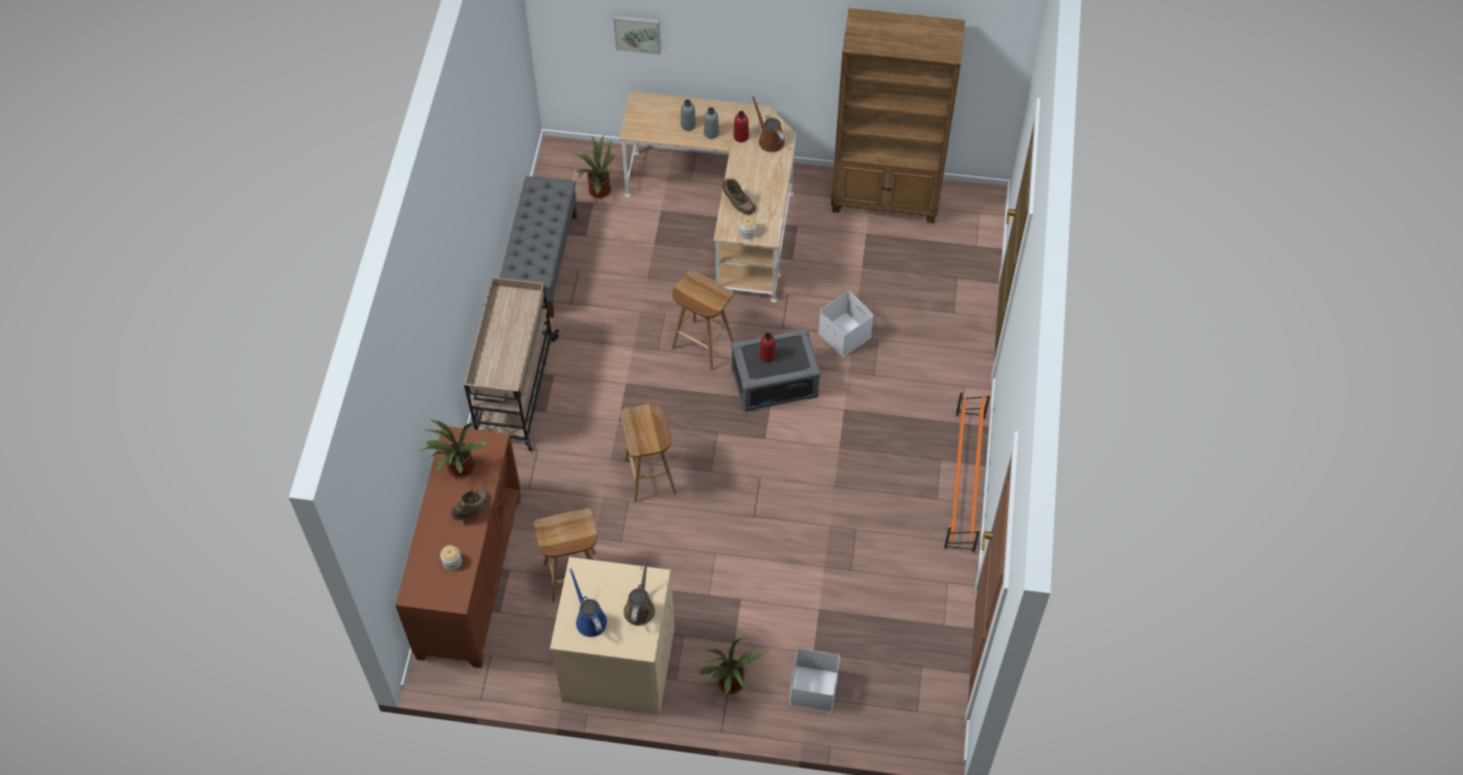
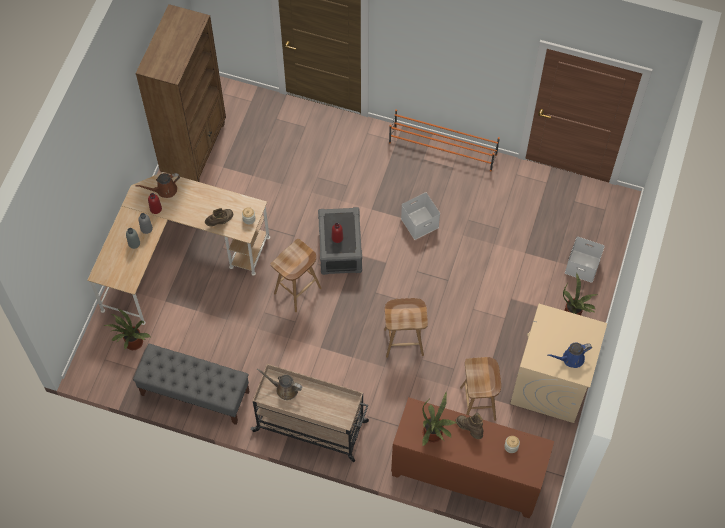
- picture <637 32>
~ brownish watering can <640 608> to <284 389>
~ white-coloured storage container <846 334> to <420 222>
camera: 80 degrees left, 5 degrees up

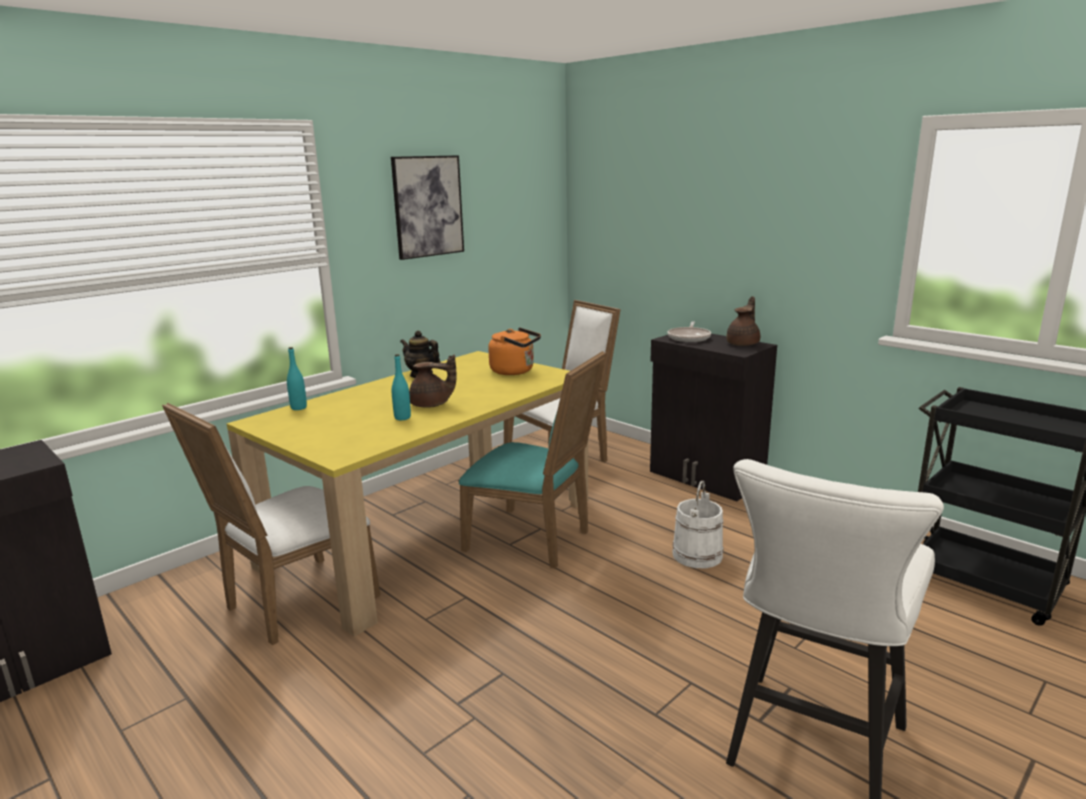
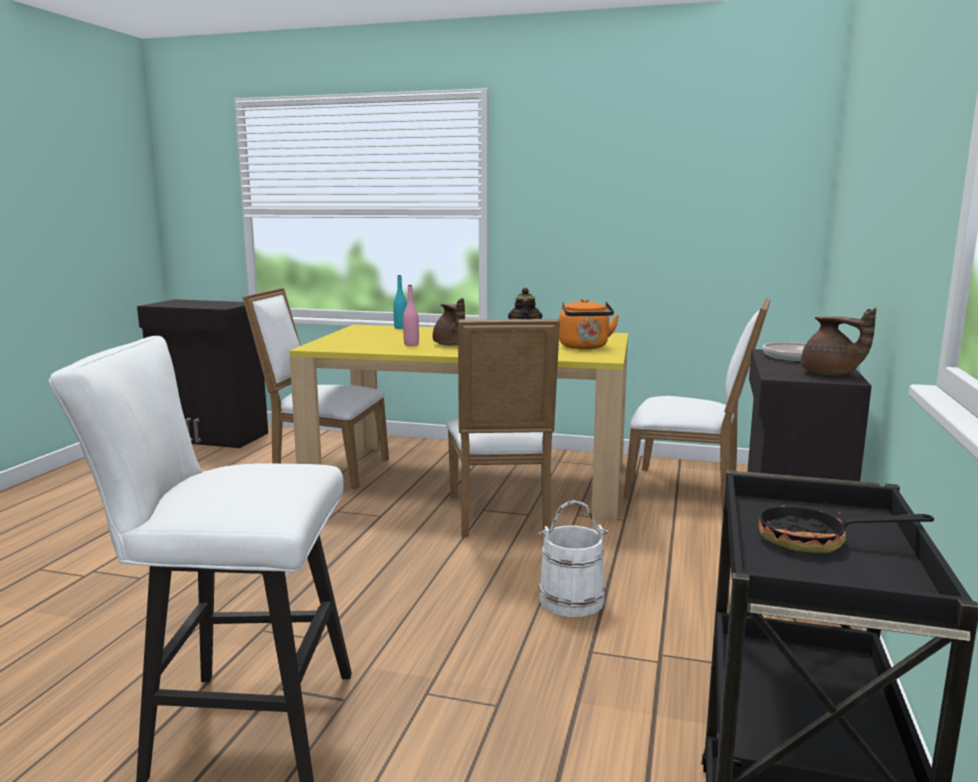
- picture <428 206>
~ turquoise-coloured beverage bottle <402 418> to pink-coloured beverage bottle <411 344>
~ turquoise-coloured upright chair <534 540> to white-coloured upright chair <502 517>
~ brownish tea pot <743 344> = <830 374> 45 degrees clockwise
+ frying pan <816 541>
camera: 60 degrees right, 5 degrees down

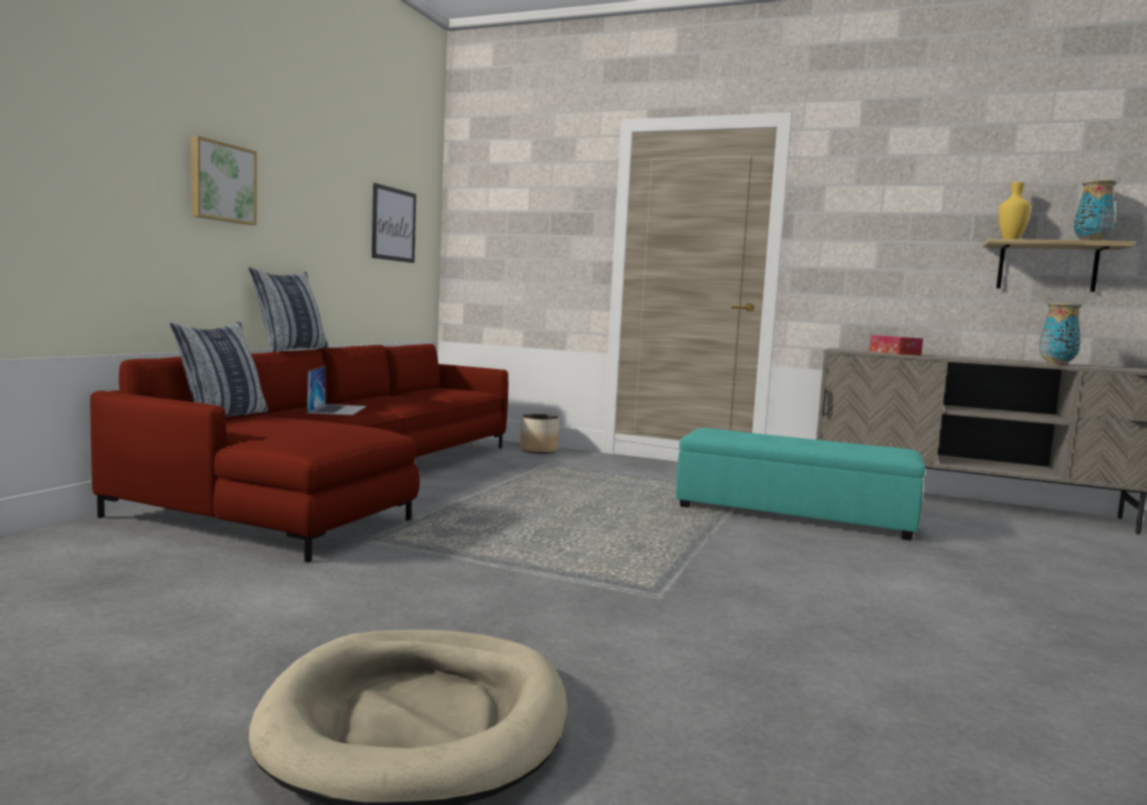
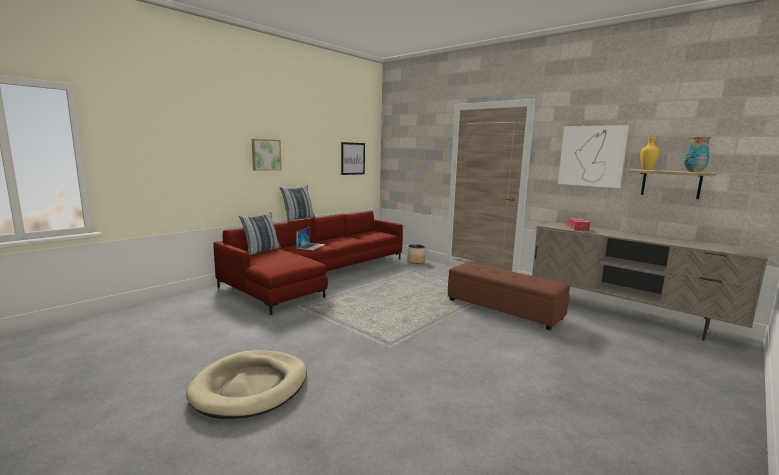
~ turquoise-coloured ottoman <793 514> to brownish ottoman <503 309>
- vase <1057 364>
+ picture <592 156>
camera: 20 degrees right, 5 degrees up

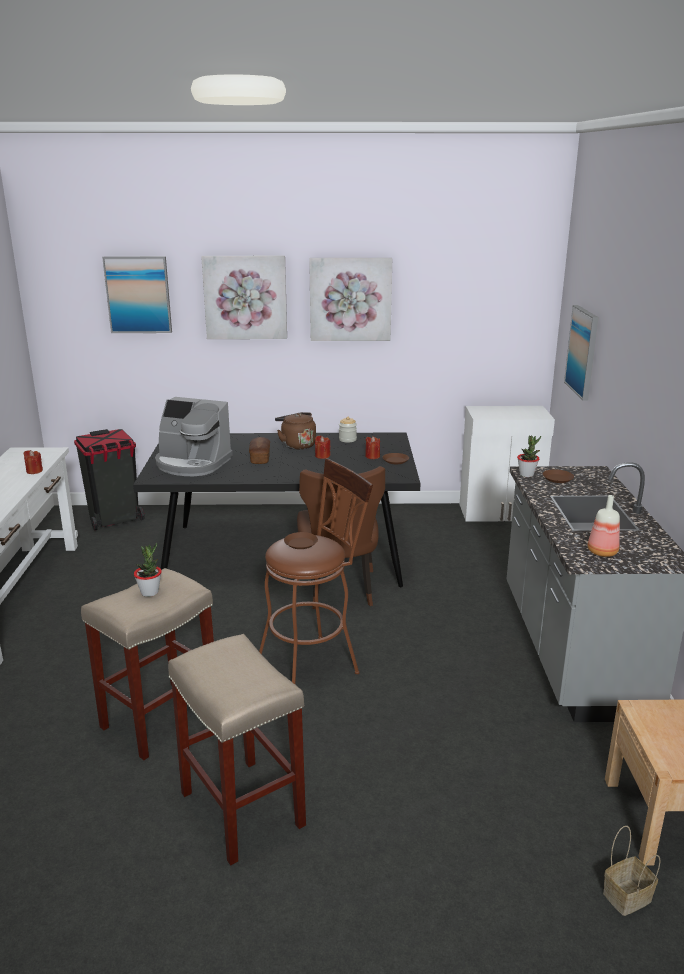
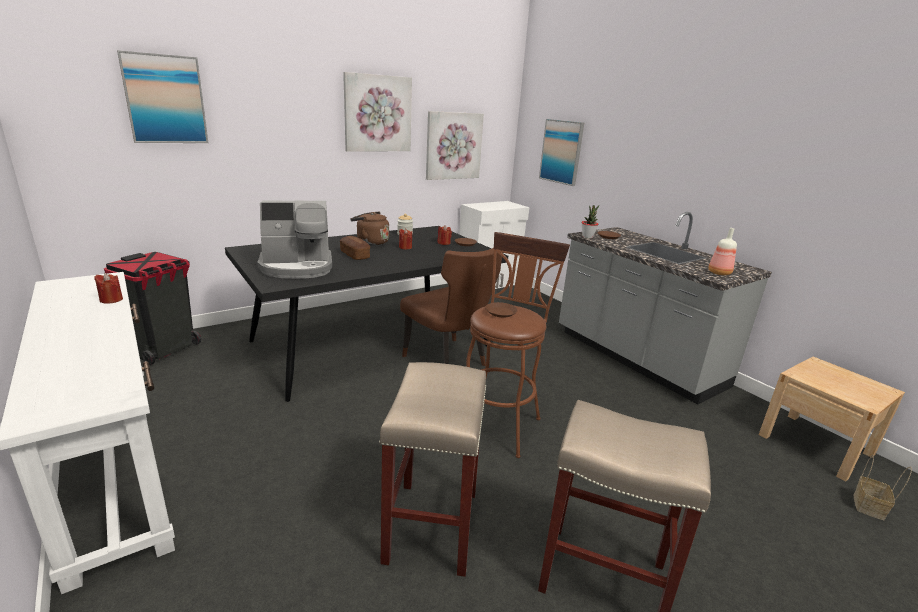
- houseplant <150 592>
~ picture <245 297> to <453 146>
camera: 35 degrees left, 0 degrees up

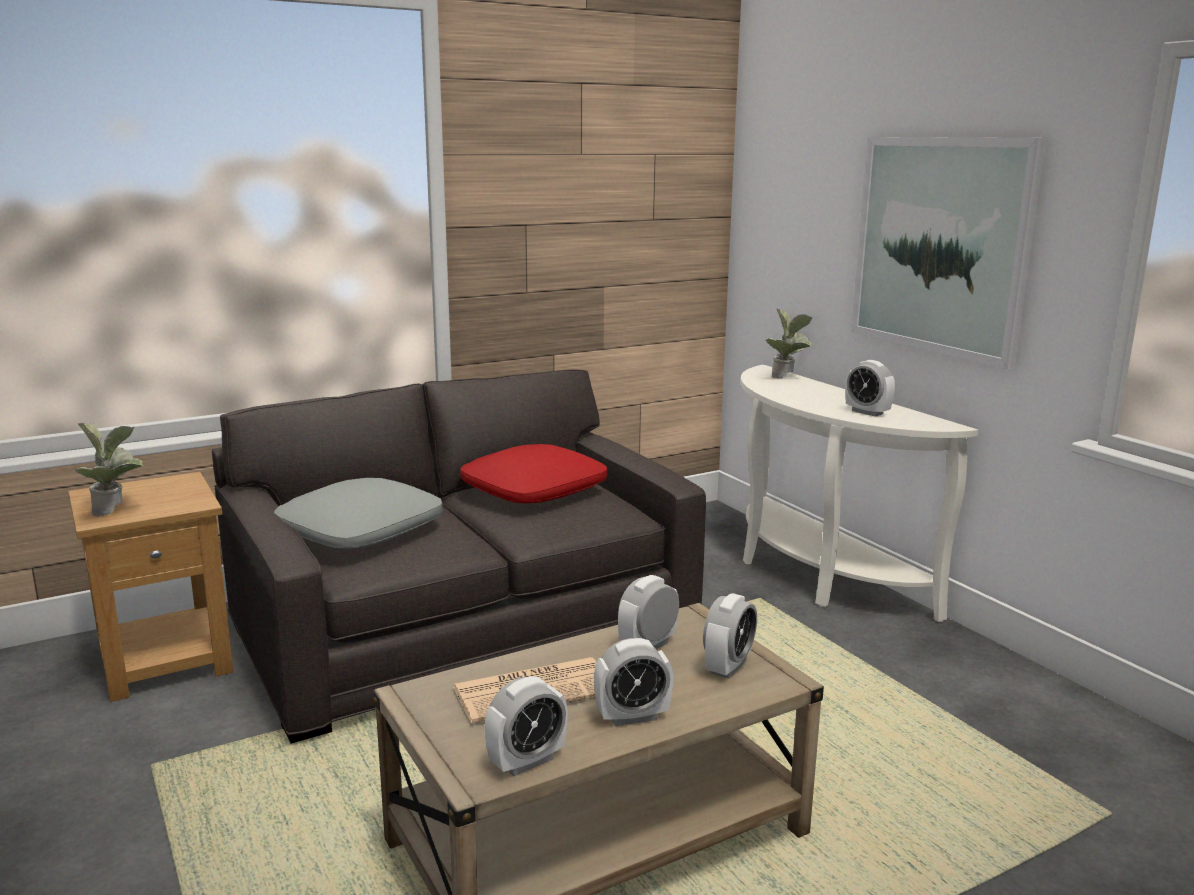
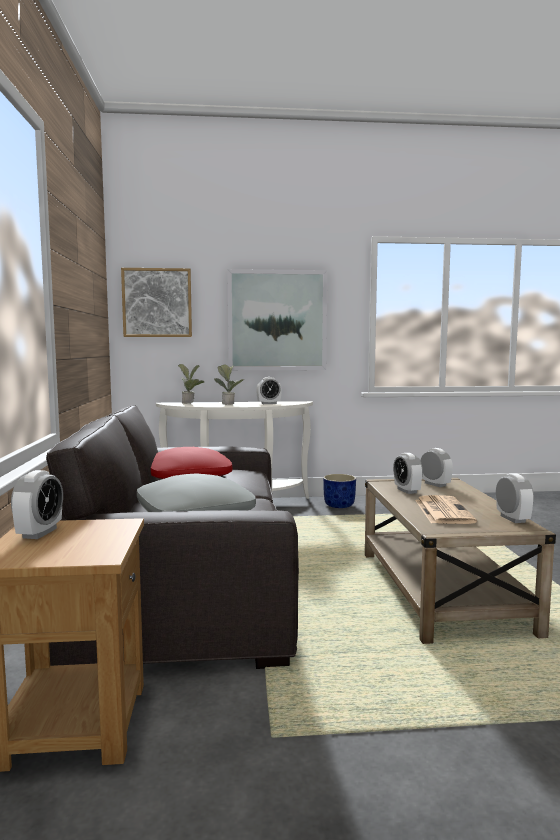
~ houseplant <116 511> to <229 404>
~ alarm clock <632 717> to <39 533>
+ picture <157 303>
+ blue plant pot <339 505>
camera: 65 degrees left, 10 degrees down

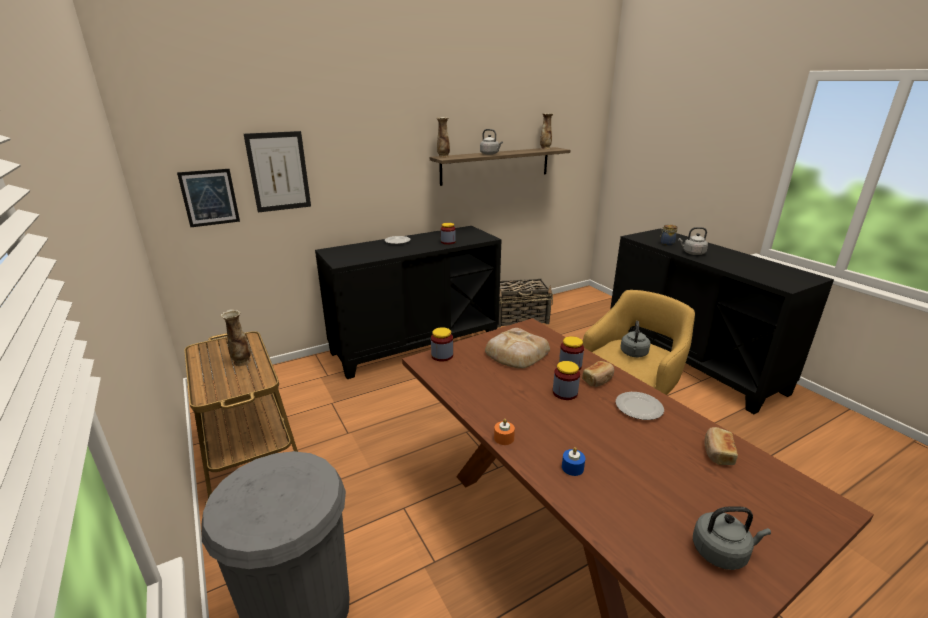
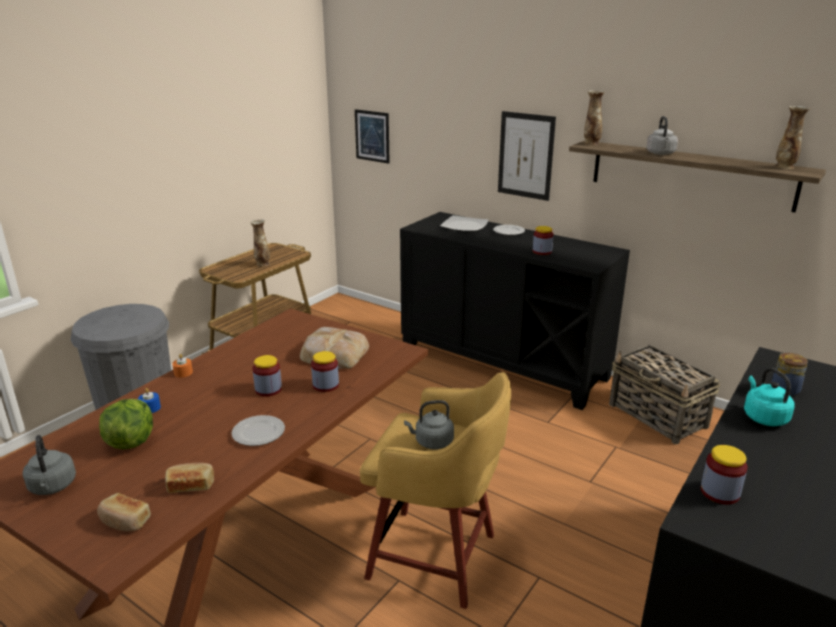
~ picture <279 171> to <525 155>
~ preserve jar <442 356> to <720 492>
~ baked bread <598 380> to <125 521>
~ gray kettle <692 253> to turquoise-coloured kettle <763 417>
+ lettuce head <130 441>
+ plate <465 226>
camera: 65 degrees right, 0 degrees up

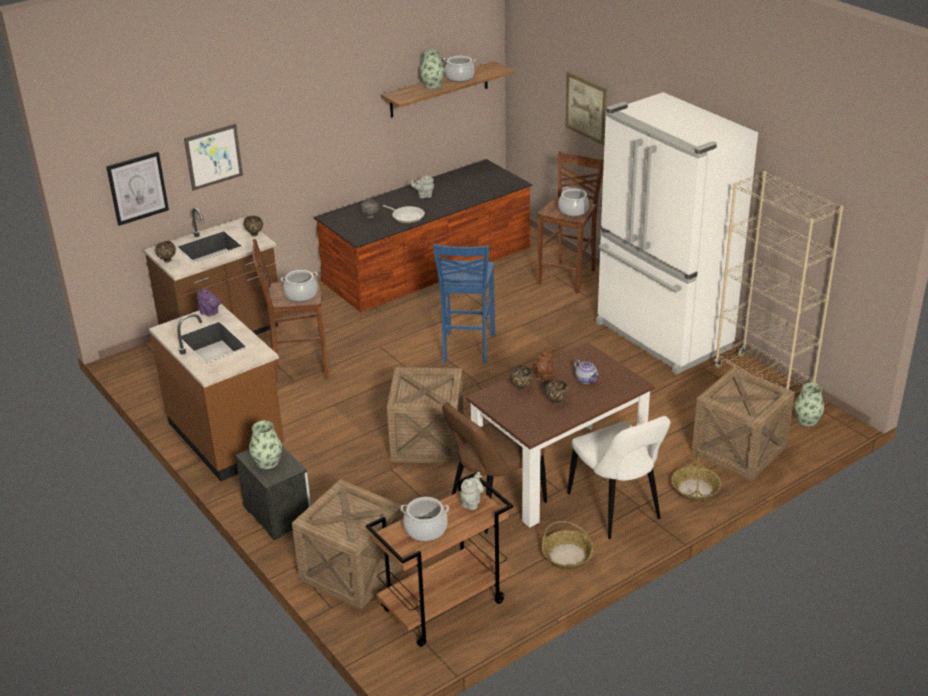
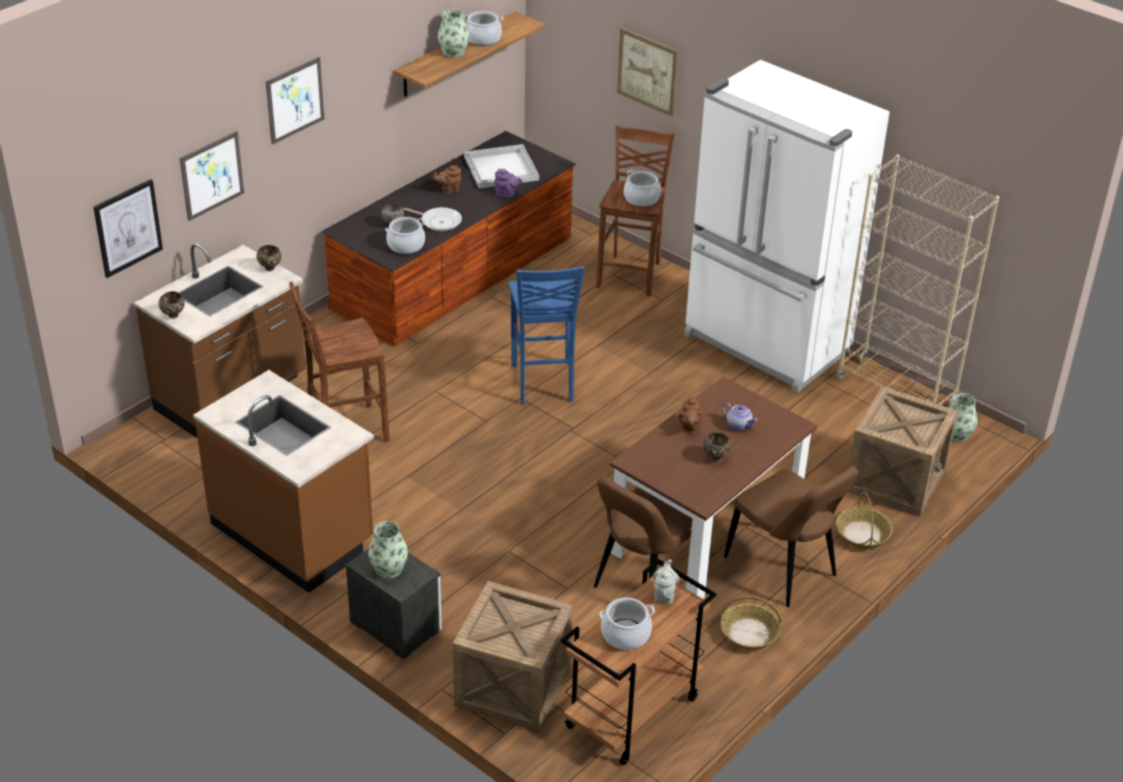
~ purple tea pot <210 313> to <506 194>
~ saucepot <301 295> to <405 245>
- packing crate <428 442>
~ gray tea pot <424 196> to brownish tea pot <449 190>
- brownish deep dish <521 388>
~ white-coloured upright chair <616 509> to brownish upright chair <784 570>
+ picture <295 100>
+ white-coloured carrying tray <502 168>
camera: 15 degrees left, 5 degrees up

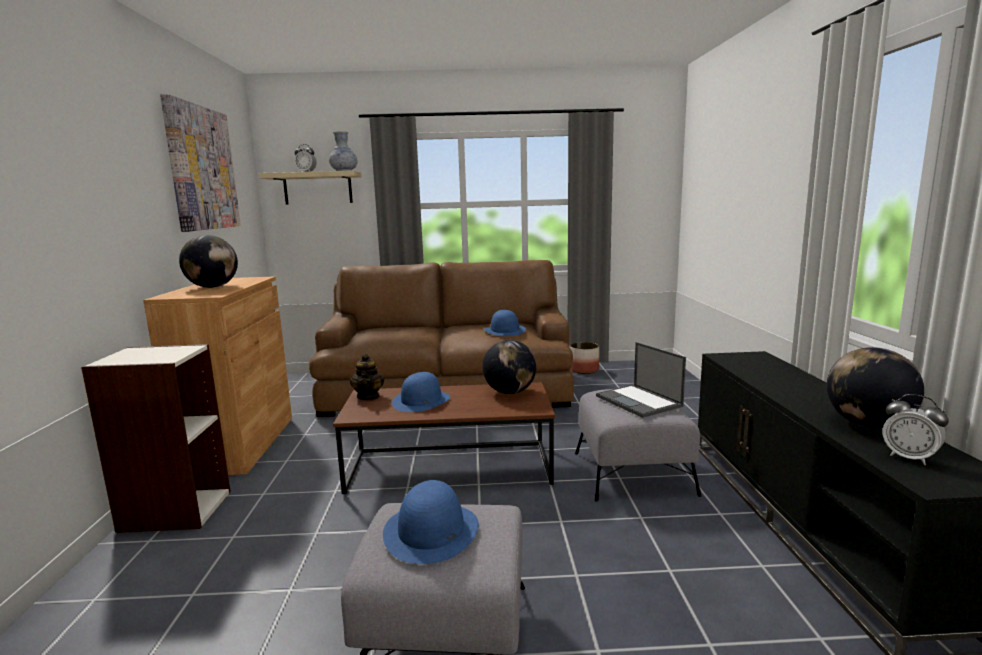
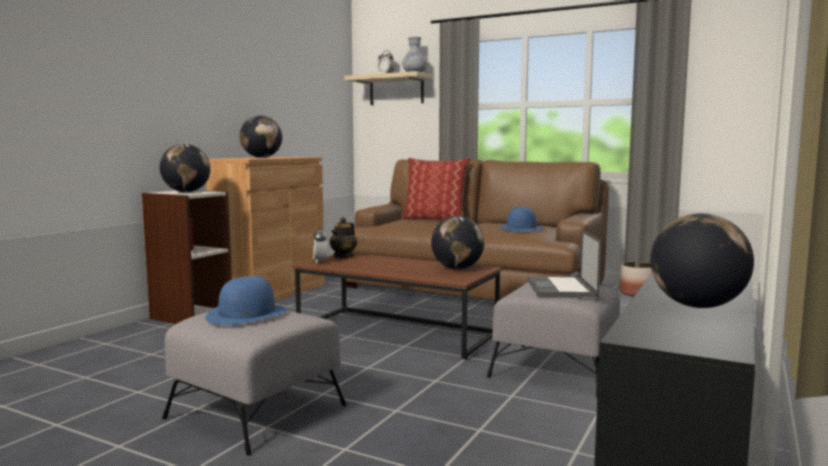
- picture <201 168>
- blue clothing hat <421 401>
~ alarm clock <909 458> to <320 262>
+ desk globe <186 192>
+ throw pillow <435 219>
camera: 30 degrees right, 5 degrees down

